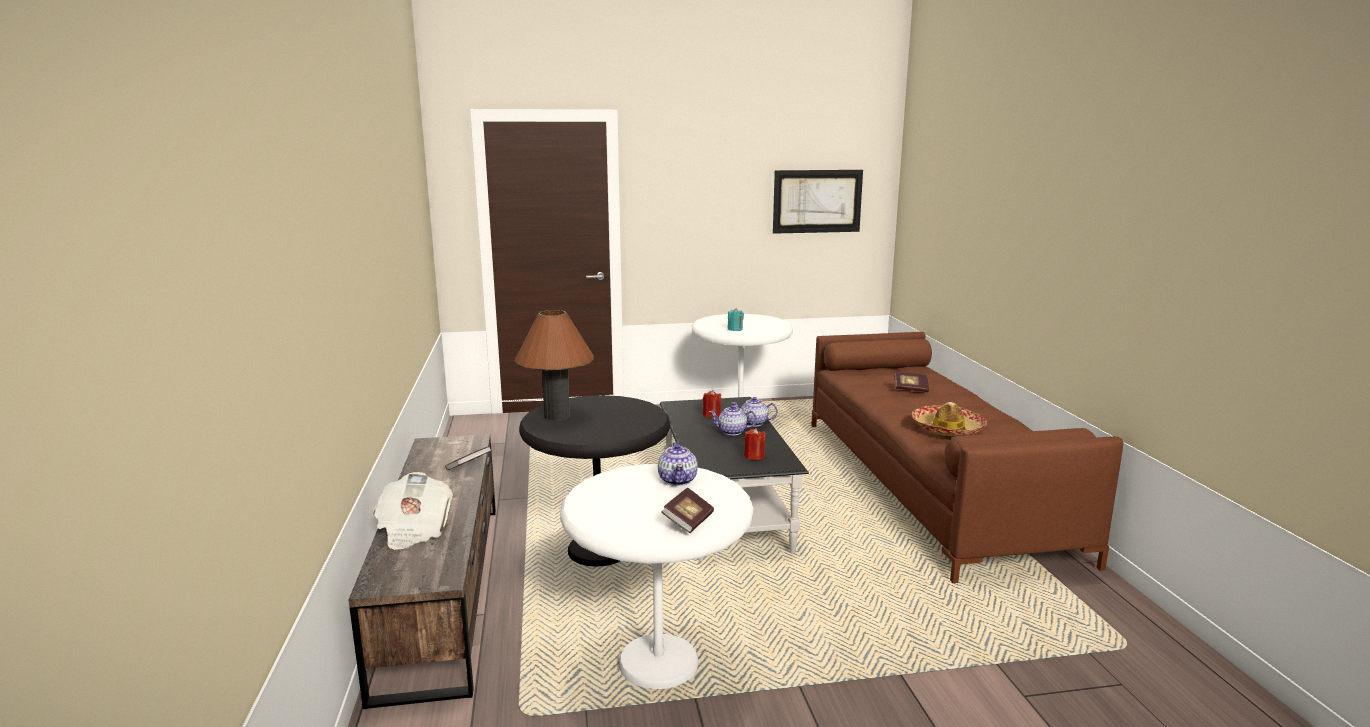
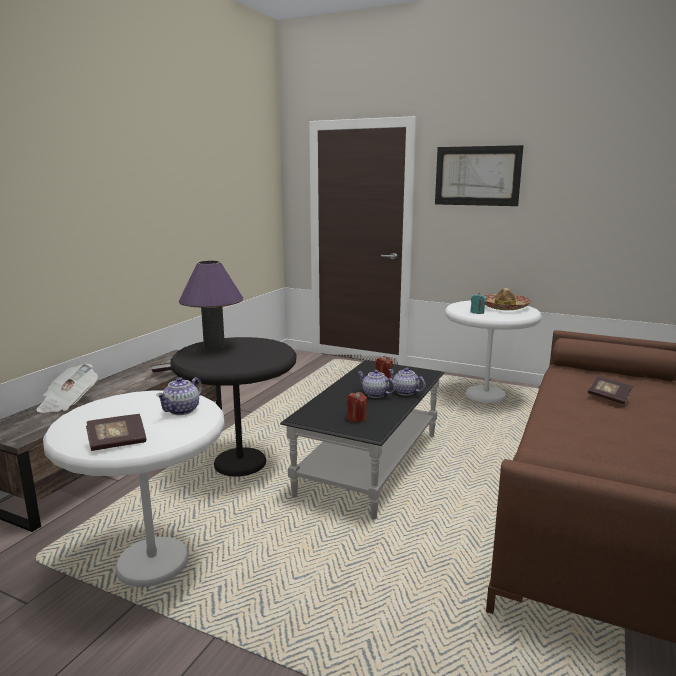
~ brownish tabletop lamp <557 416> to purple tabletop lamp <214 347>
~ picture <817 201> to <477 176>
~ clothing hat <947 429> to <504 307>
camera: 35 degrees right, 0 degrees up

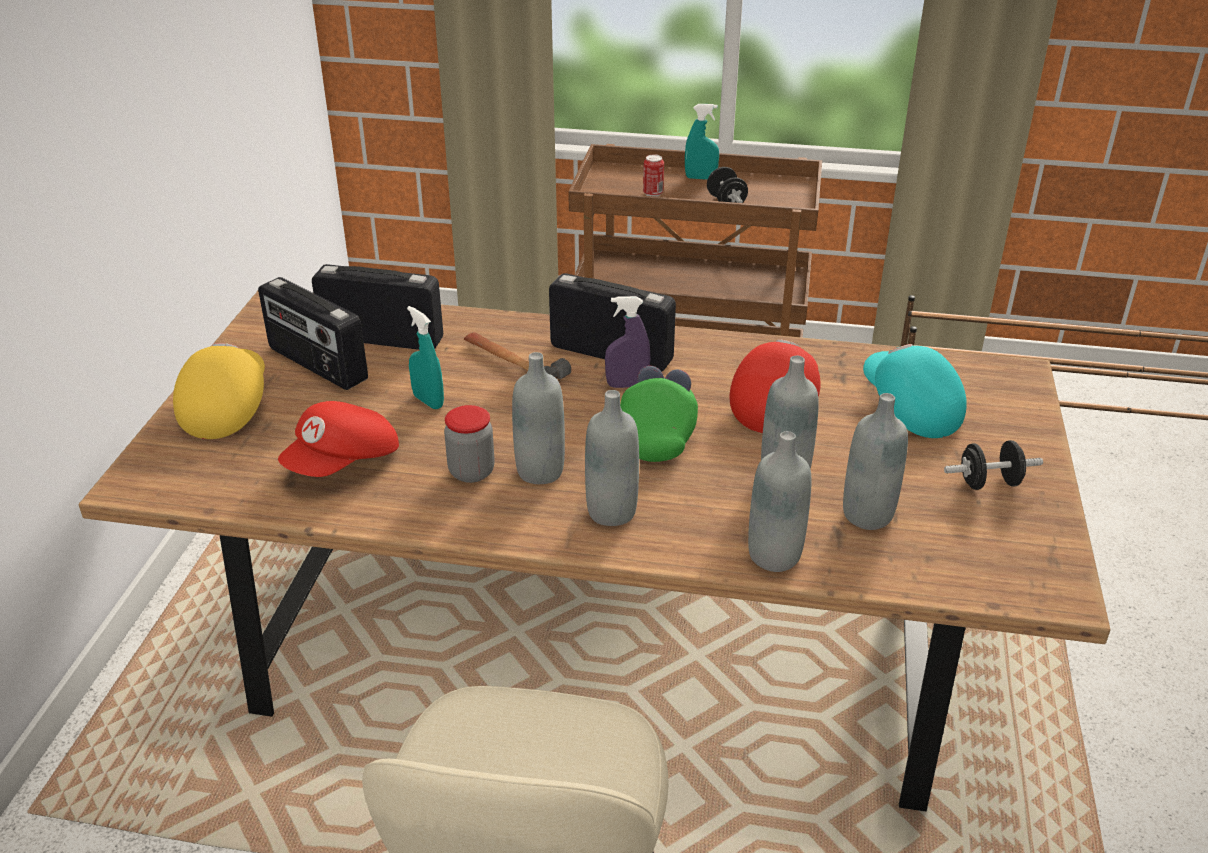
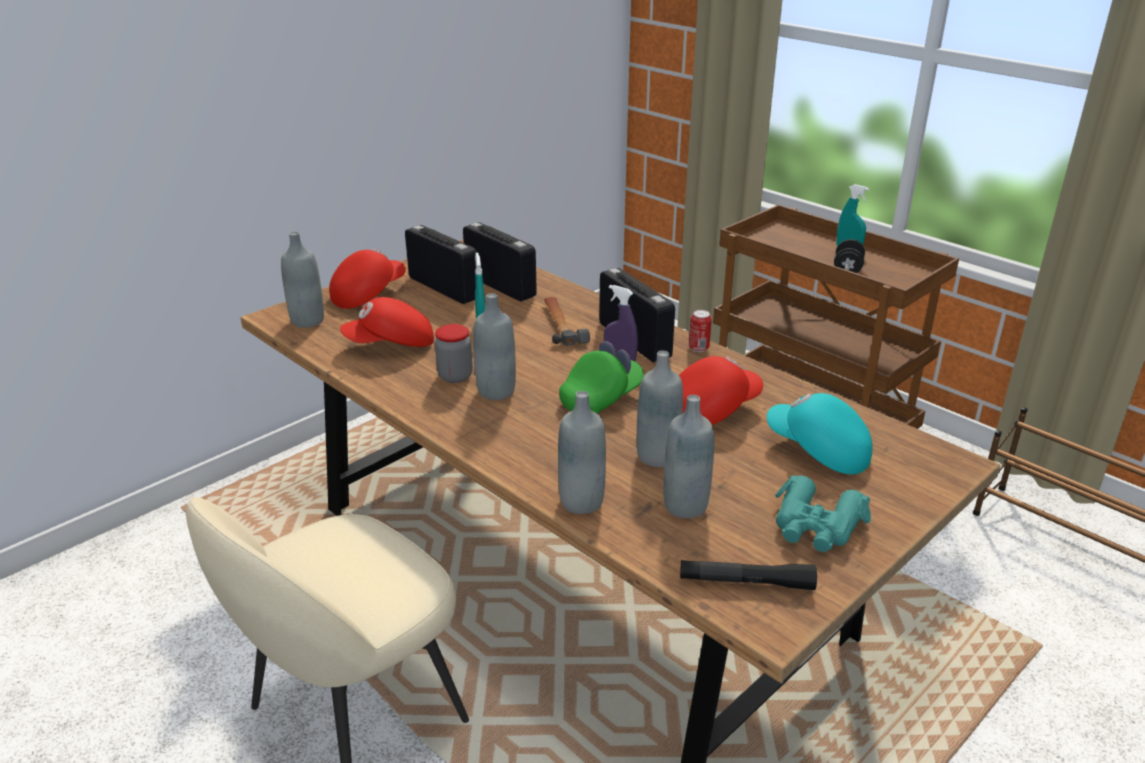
~ yellow-coloured baseball cap <225 407> to red-coloured baseball cap <368 294>
~ radio receiver <316 365> = <444 288> 150 degrees clockwise
~ gray beverage bottle <611 512> to <307 321>
~ sealed can <653 193> to <698 348>
~ turquoise-coloured baseball cap <909 408> = <817 451> 60 degrees counterclockwise
~ blackish hand weight <989 483> to turquoise-coloured pair of binoculars <816 526>
+ blackish hand torch <746 582>
camera: 35 degrees right, 5 degrees down

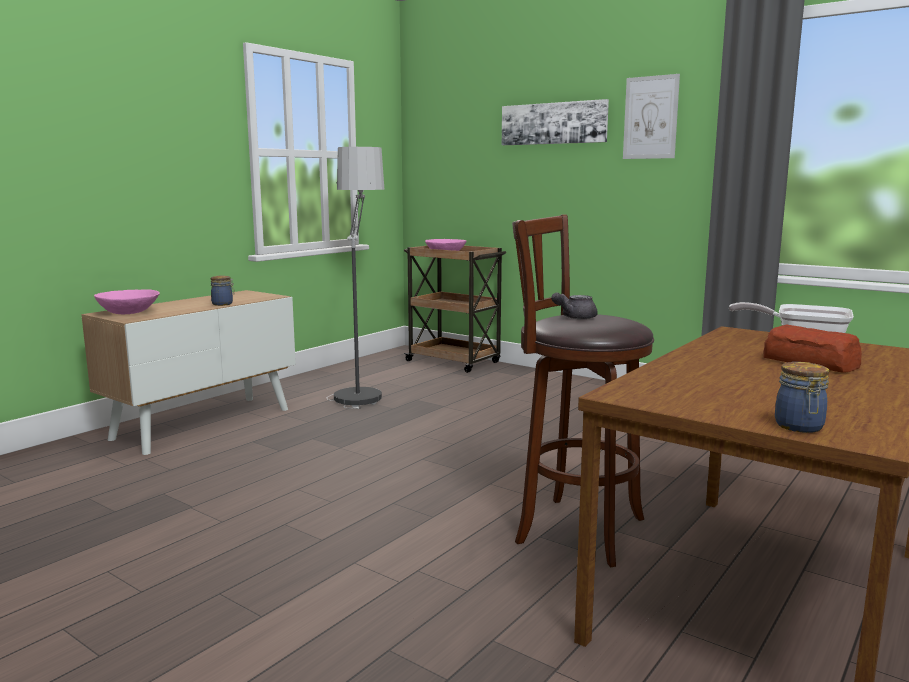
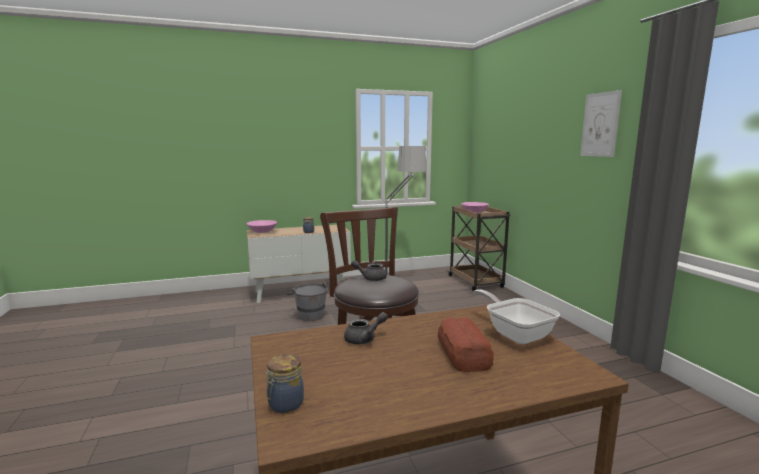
- picture <553 123>
+ gray pail <308 315>
+ gray tea pot <364 339>
camera: 35 degrees right, 0 degrees up

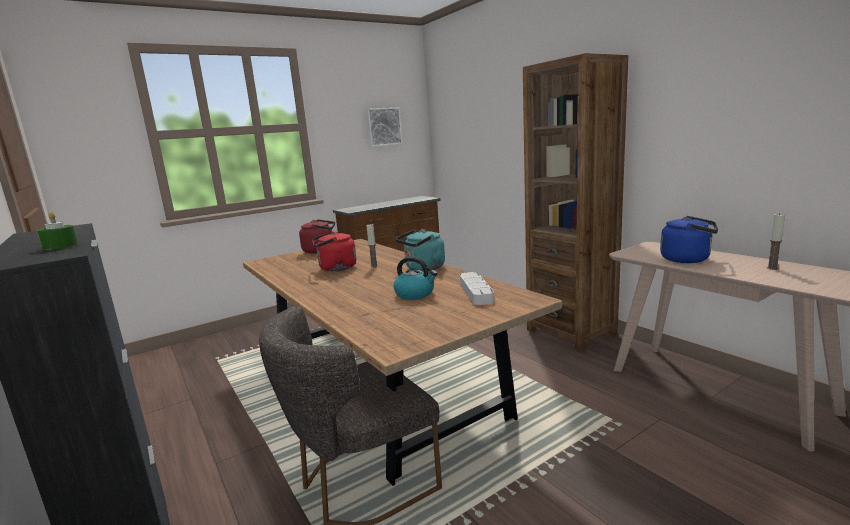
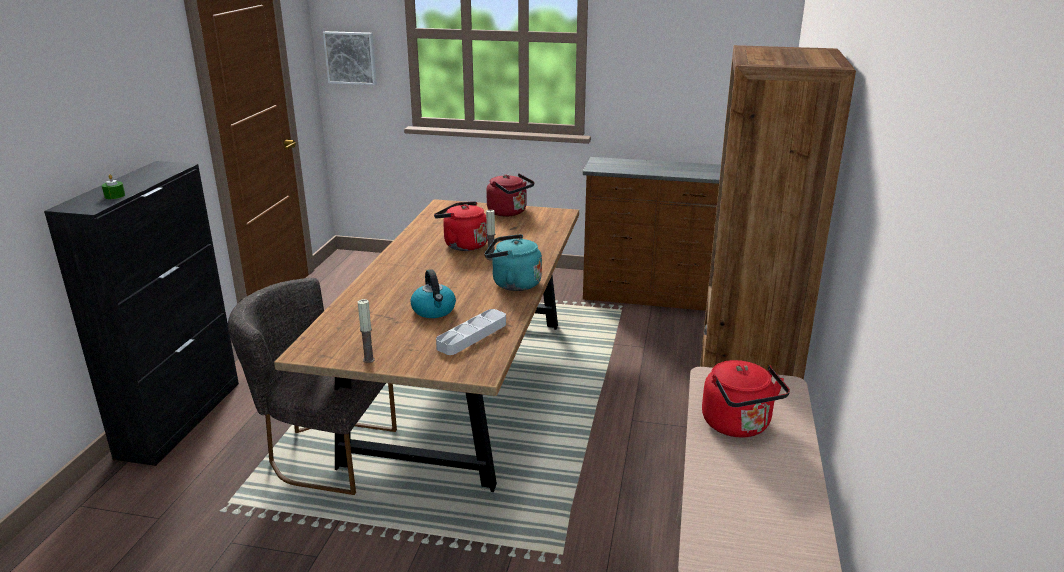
~ picture <383 127> to <351 57>
~ blue kettle <688 259> to red-coloured kettle <738 426>
~ wax light <772 268> to <368 360>
camera: 45 degrees right, 10 degrees up

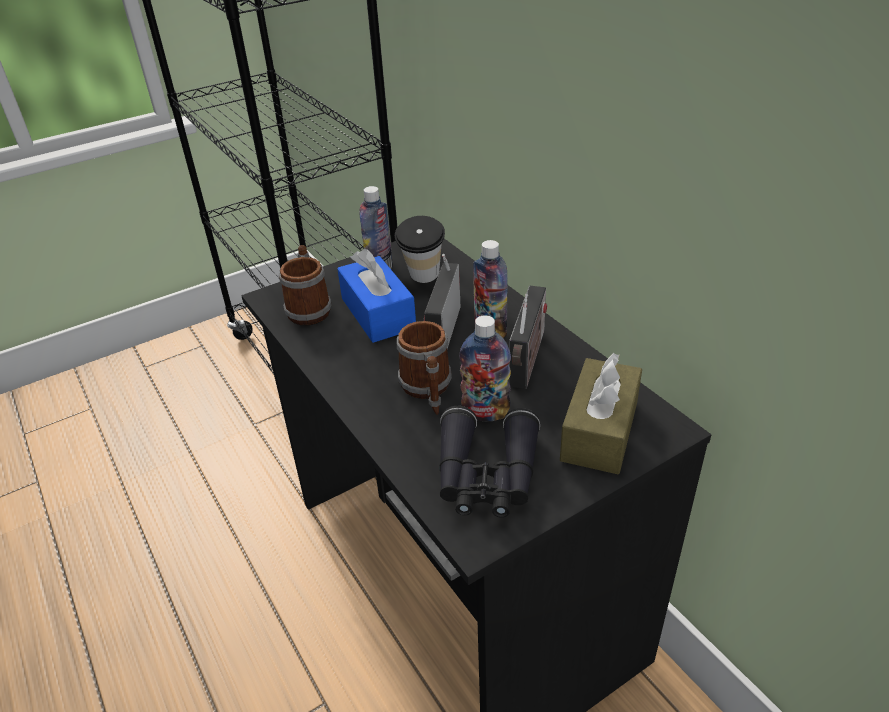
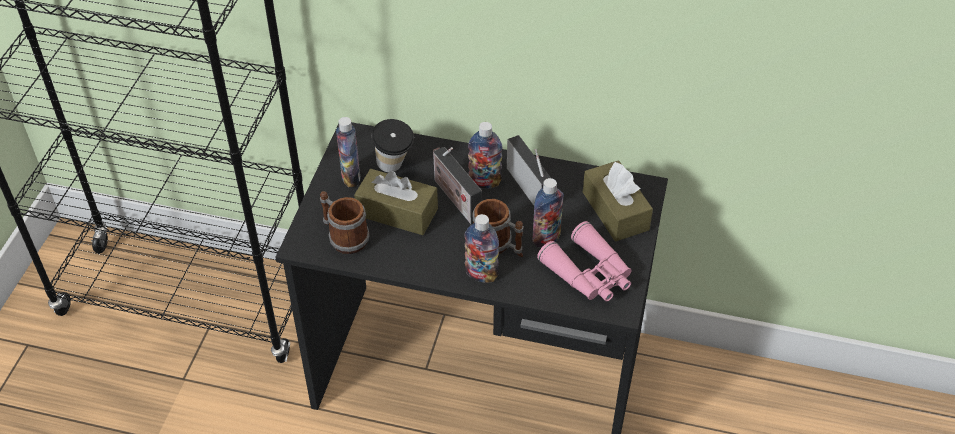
~ blue tissue box <378 313> to brownish tissue box <397 212>
~ blackish pair of binoculars <486 476> to pink-coloured pair of binoculars <589 274>
+ beverage bottle <481 274>
camera: 45 degrees left, 10 degrees up

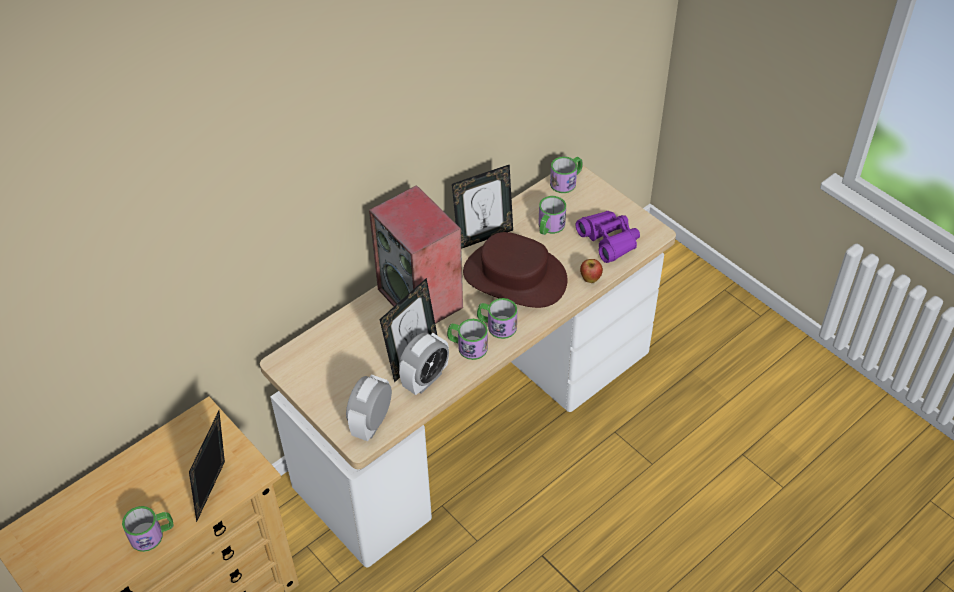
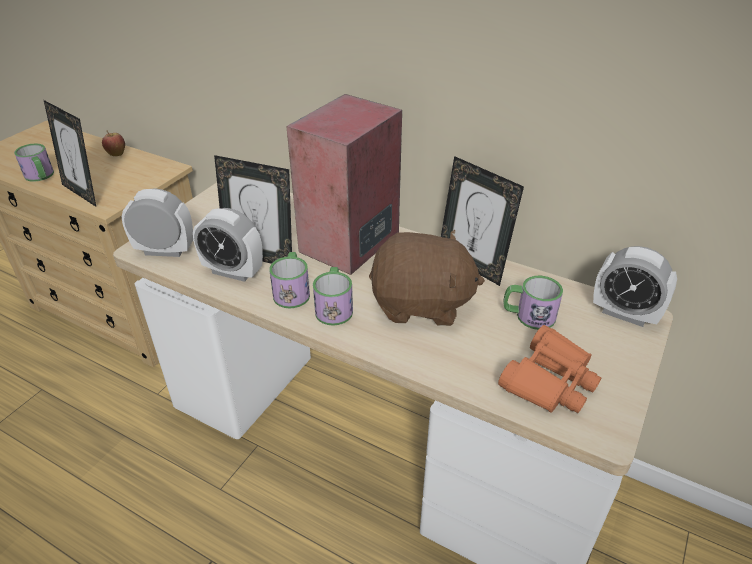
~ picture frame <216 492> = <83 193> 135 degrees counterclockwise
~ brownish clothing hat <514 277> to brownish cuddly toy <421 304>
~ coffee mug <566 181> to alarm clock <624 313>
~ purple pair of binoculars <609 240> to orange pair of binoculars <549 381>
~ whole apple <590 279> to <116 155>
camera: 70 degrees right, 10 degrees down

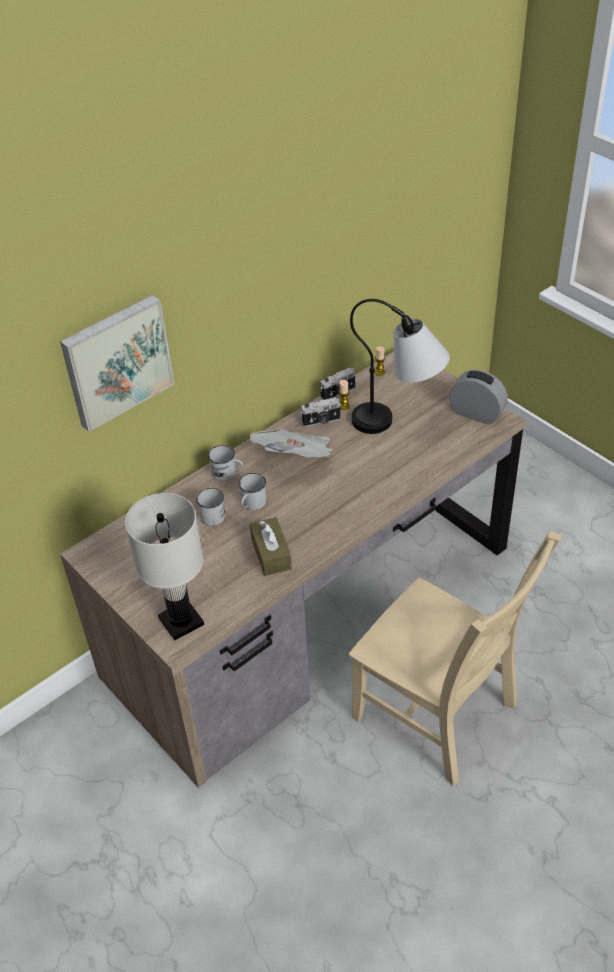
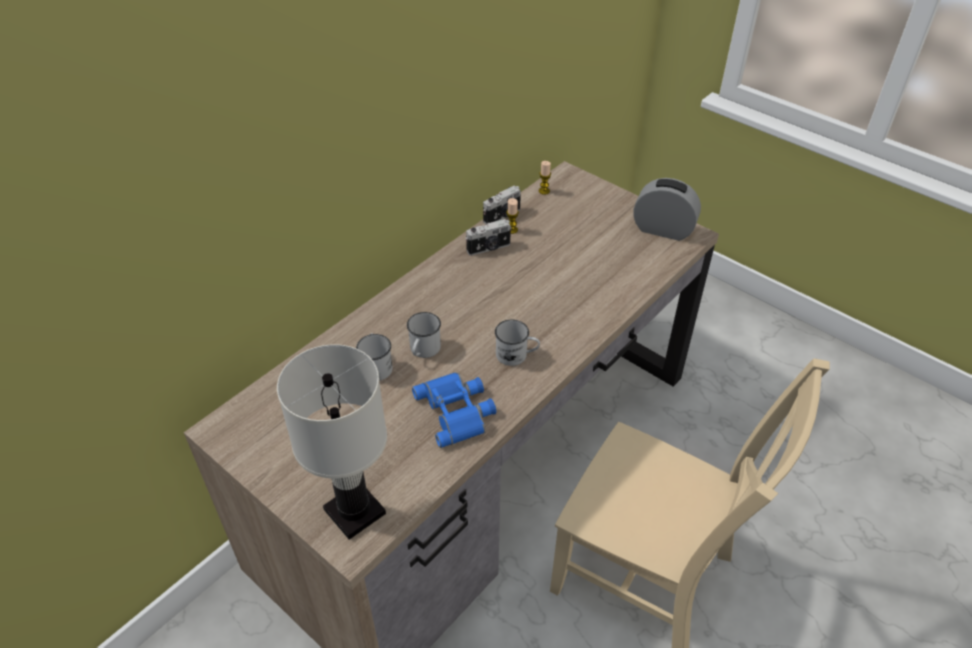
- picture <116 360>
~ white-coloured coffee mug <227 474> to <516 355>
- daily paper <296 459>
~ brownish tissue box <271 553> to blue pair of binoculars <457 411>
- tabletop lamp <399 424>
camera: 10 degrees left, 0 degrees up

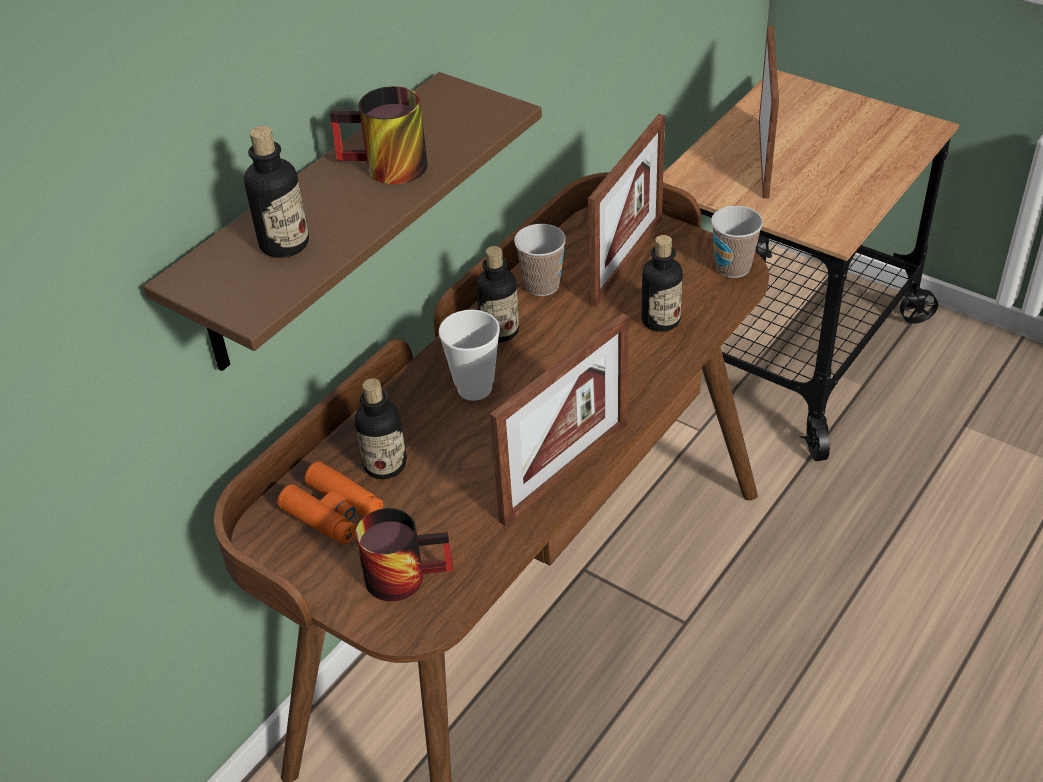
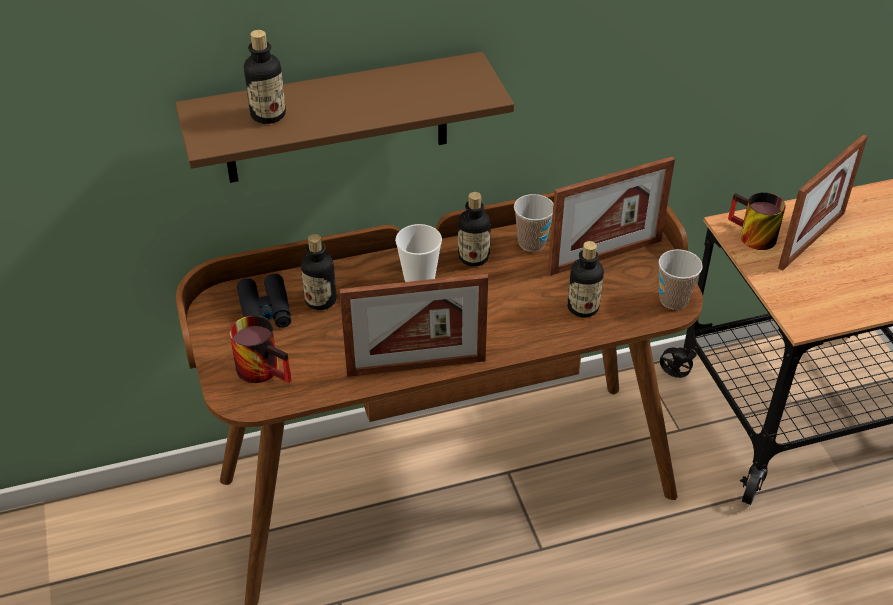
~ orange pair of binoculars <333 512> to blackish pair of binoculars <265 310>
~ coffee mug <385 169> to <750 236>
camera: 35 degrees right, 0 degrees up

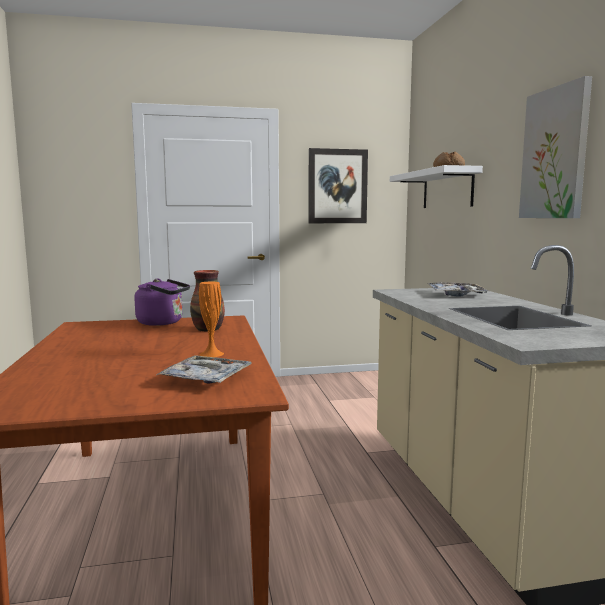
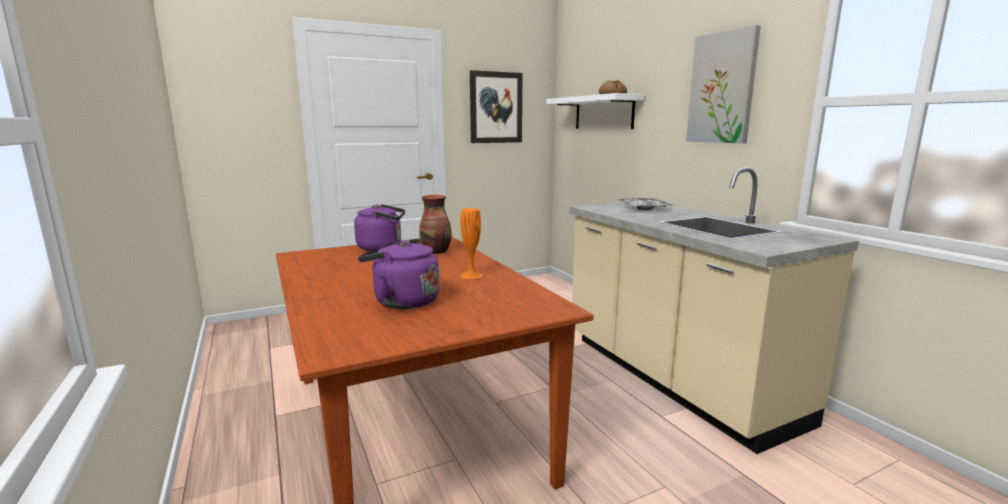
- carrying tray <206 378>
+ purple kettle <402 301>
camera: 15 degrees left, 5 degrees up

